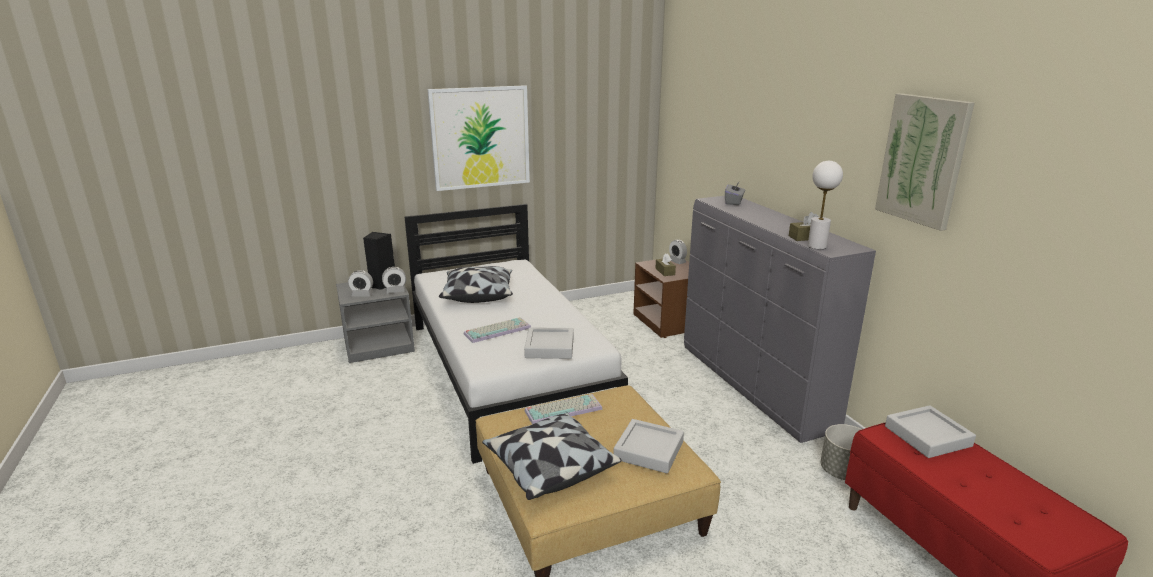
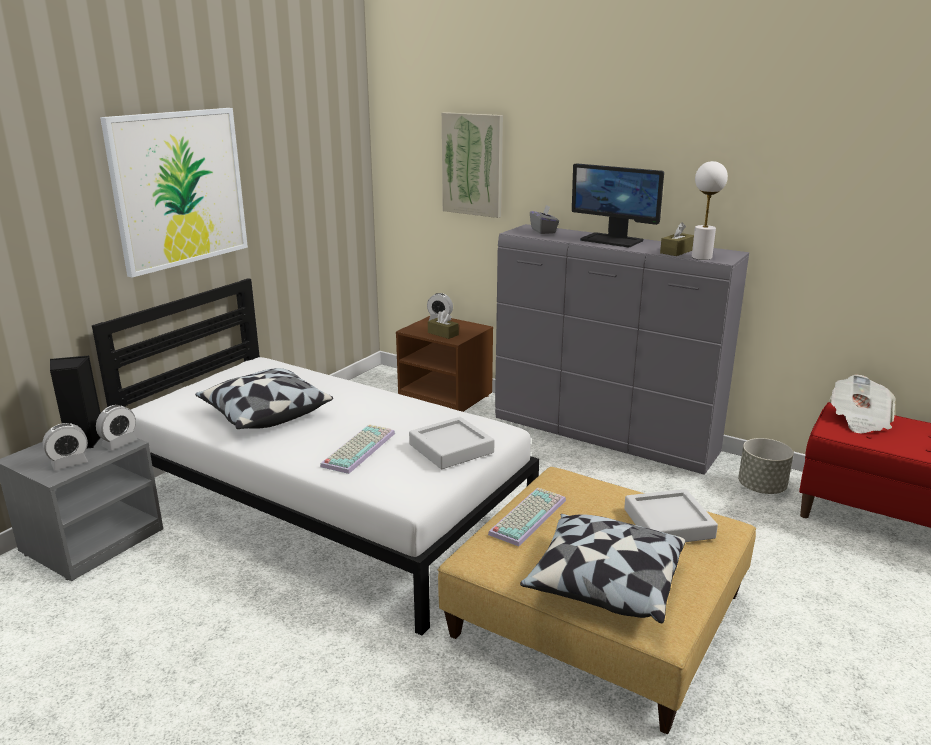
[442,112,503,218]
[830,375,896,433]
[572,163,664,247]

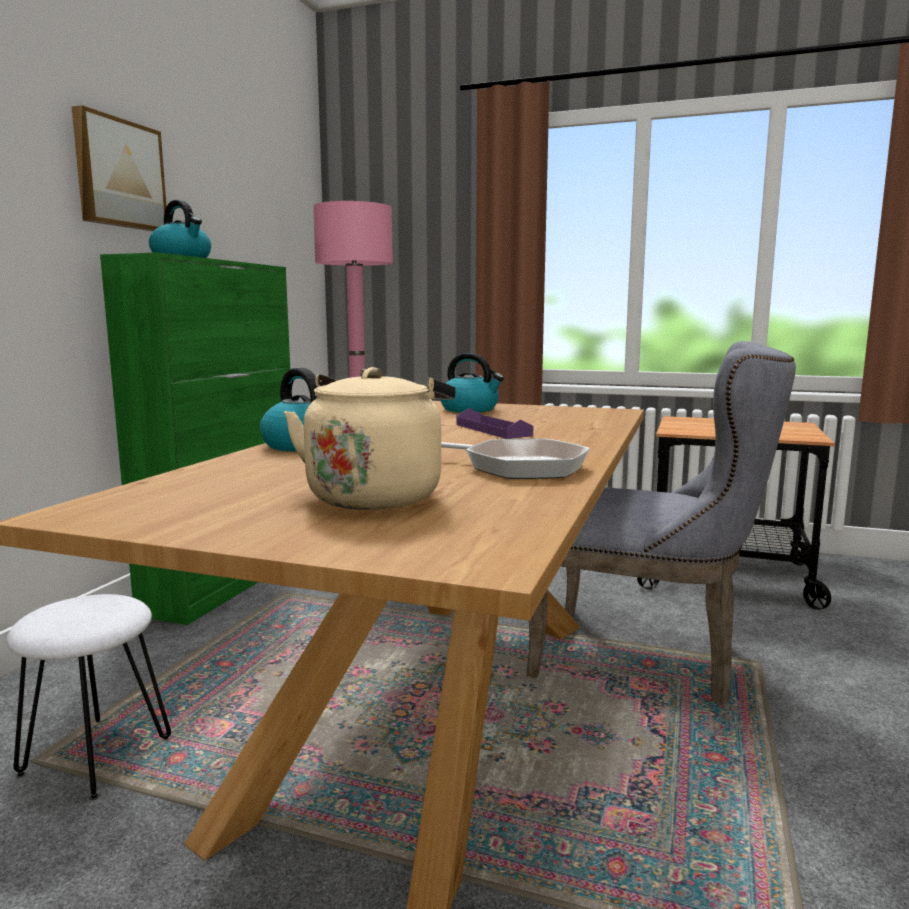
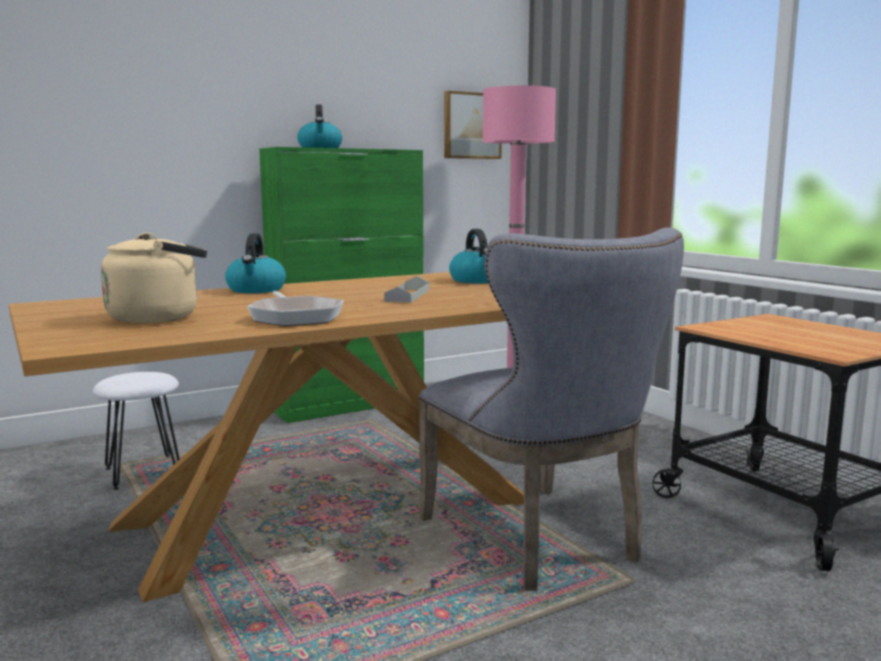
[444,91,502,159]
[384,276,429,303]

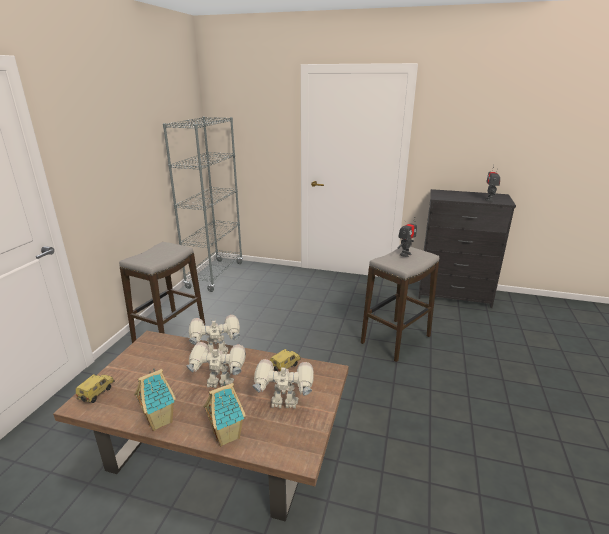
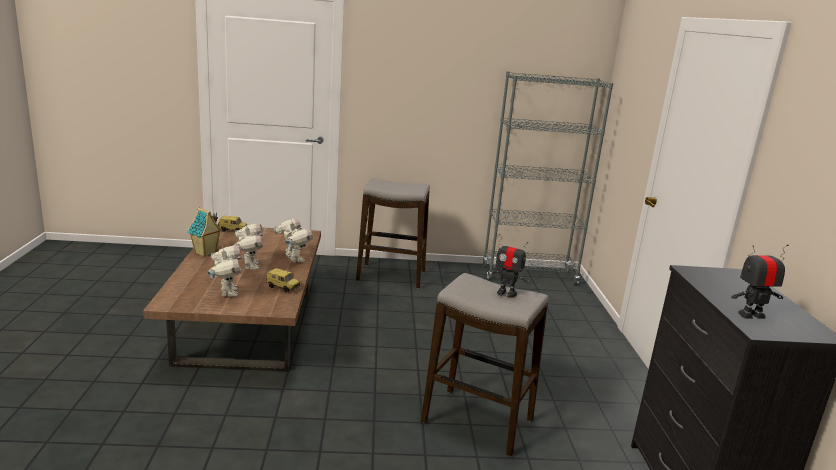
[203,381,246,447] (first image)

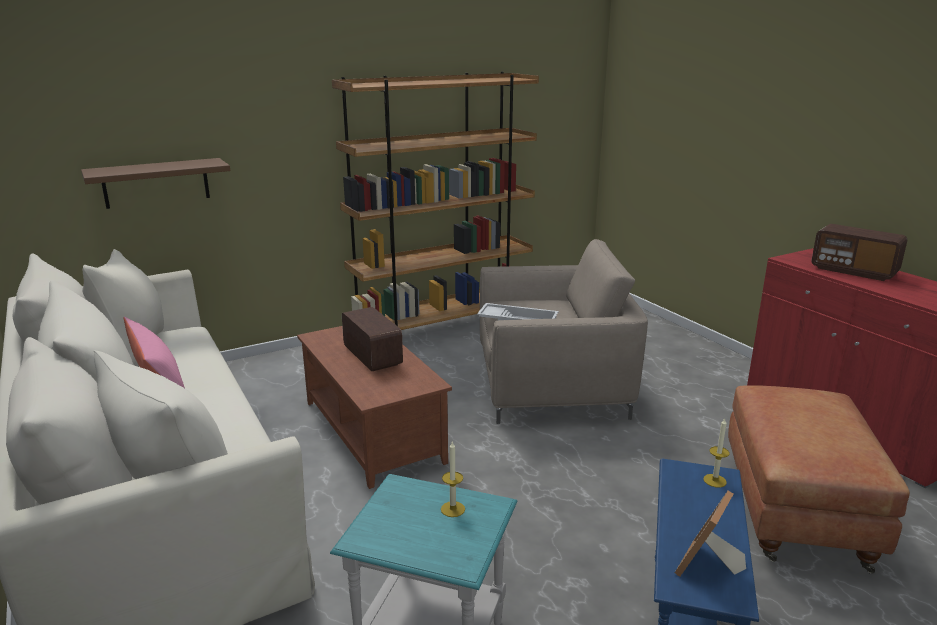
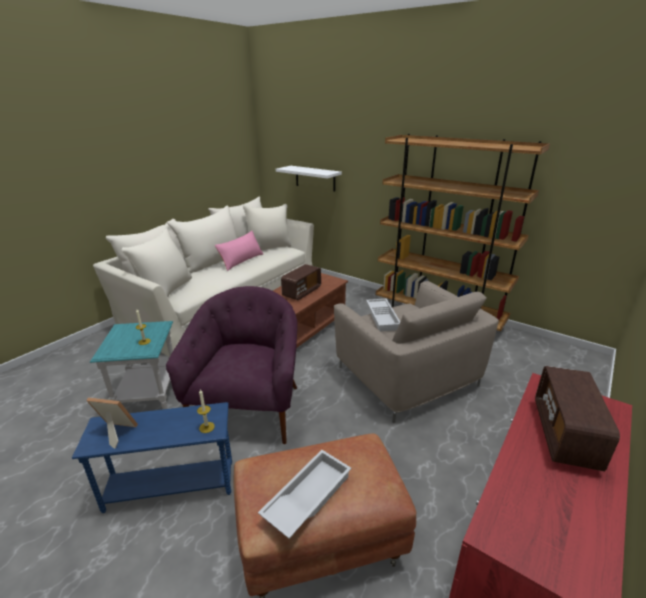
[276,166,342,192]
[166,286,298,444]
[258,450,352,539]

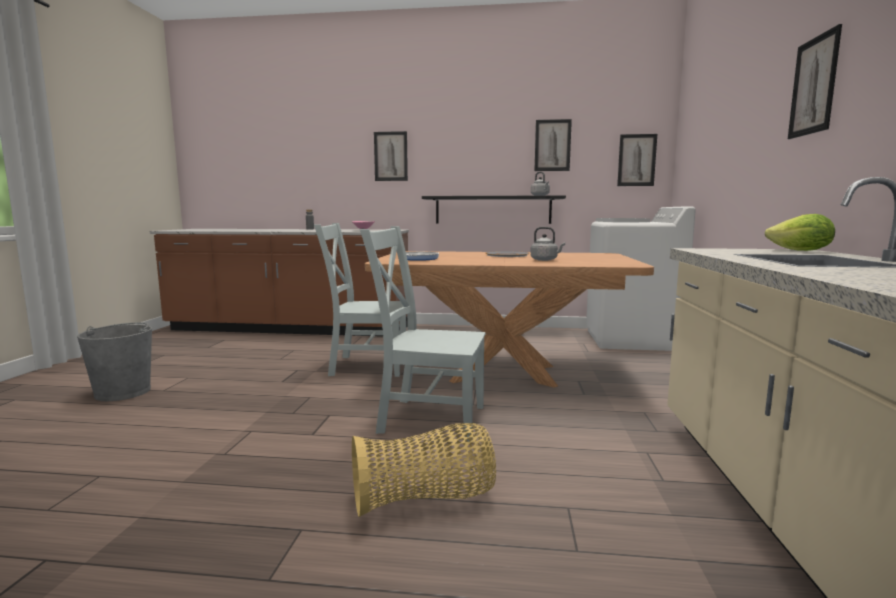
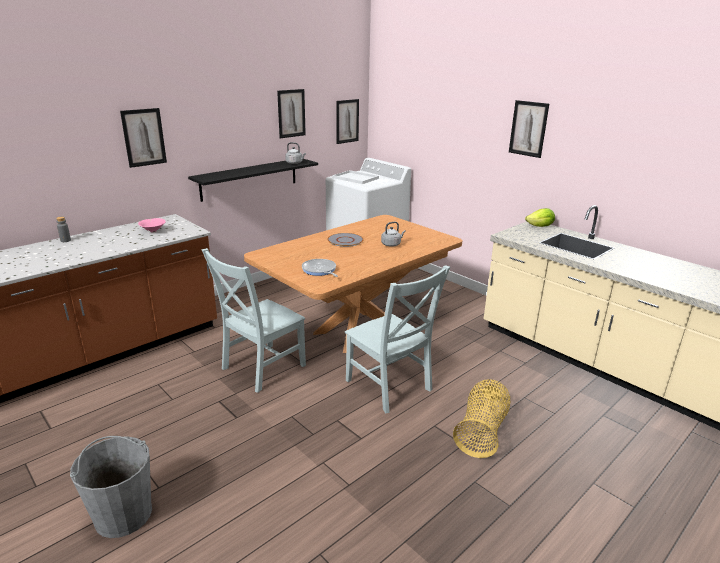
[345,265,450,413]

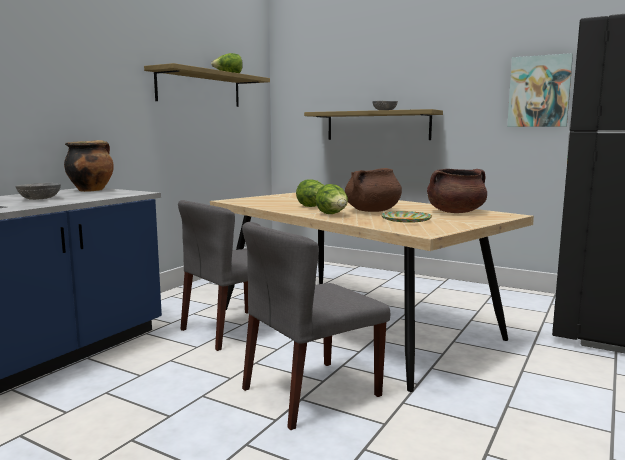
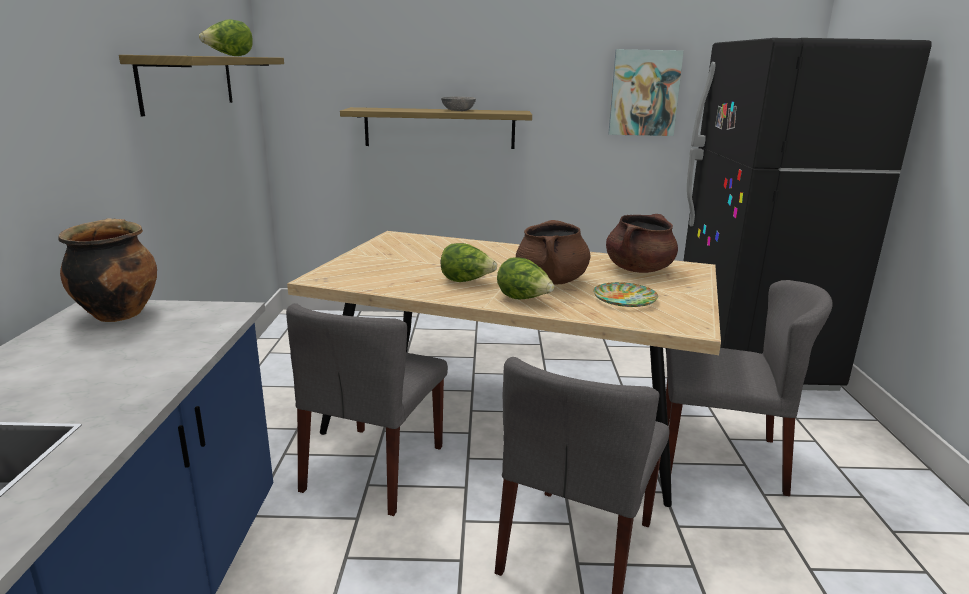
[16,183,61,200] (first image)
[666,280,833,496]

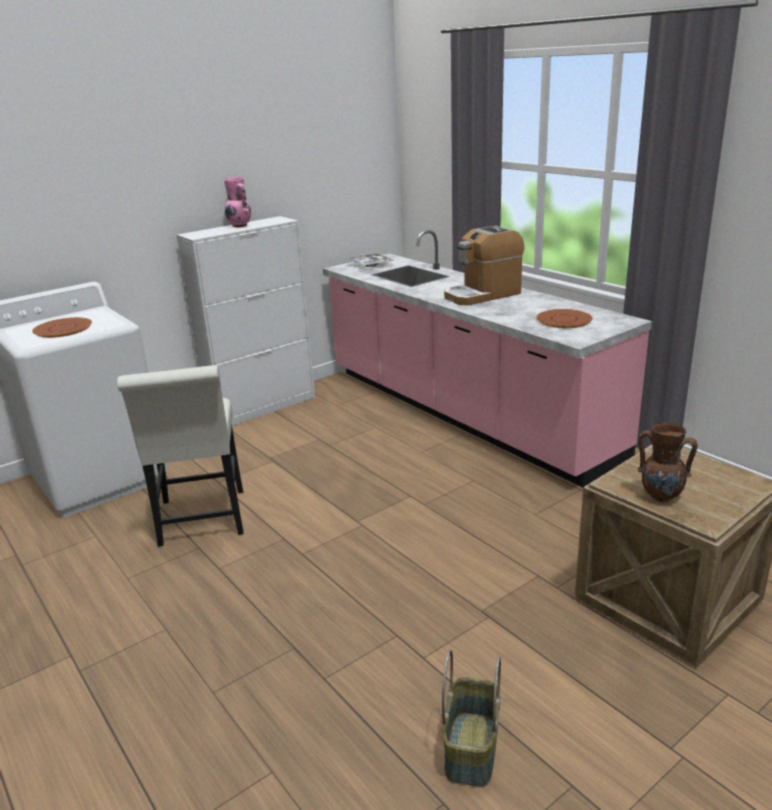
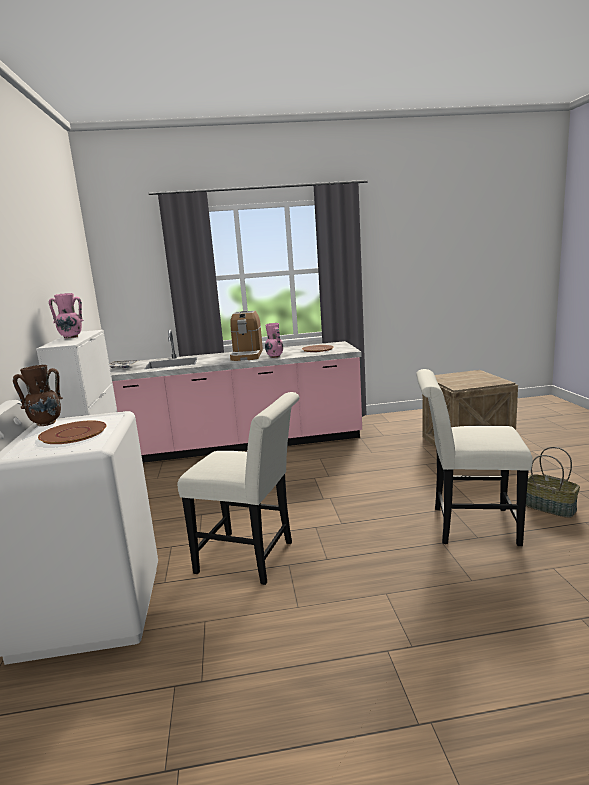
[13,365,63,426]
[265,323,283,358]
[416,369,533,546]

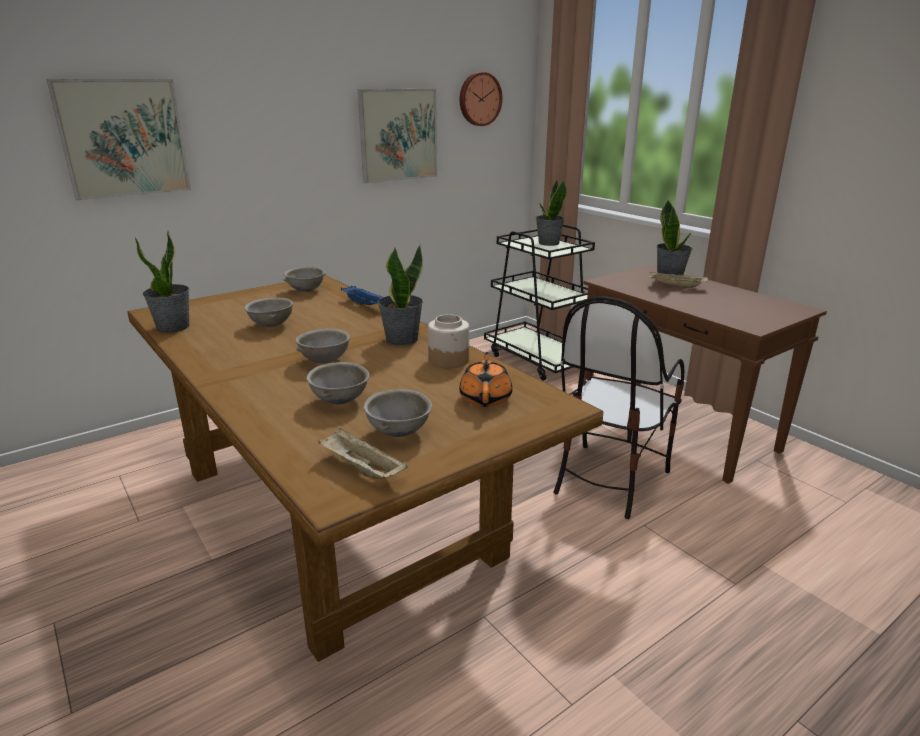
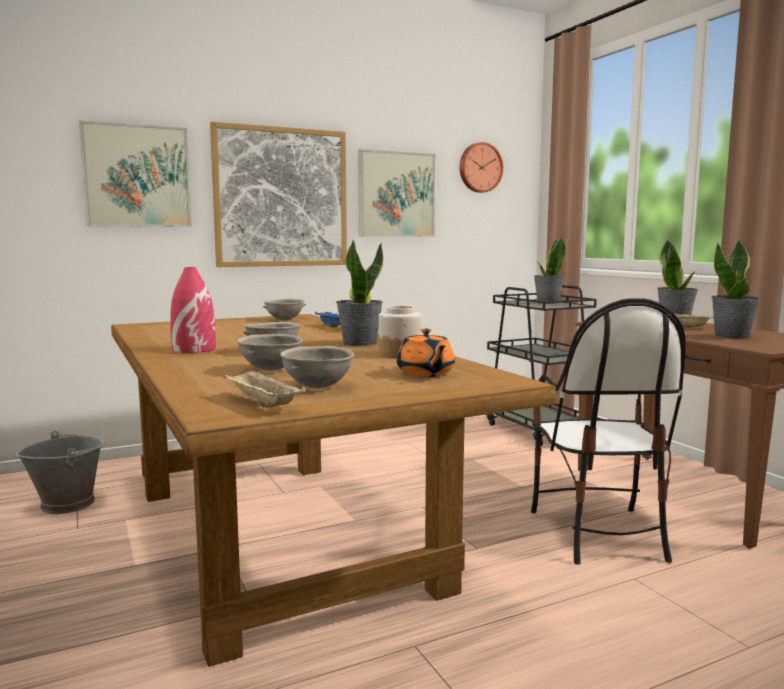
[711,239,760,339]
[244,298,293,327] (first image)
[397,328,455,377]
[531,298,686,564]
[16,431,105,514]
[170,267,216,353]
[210,122,347,267]

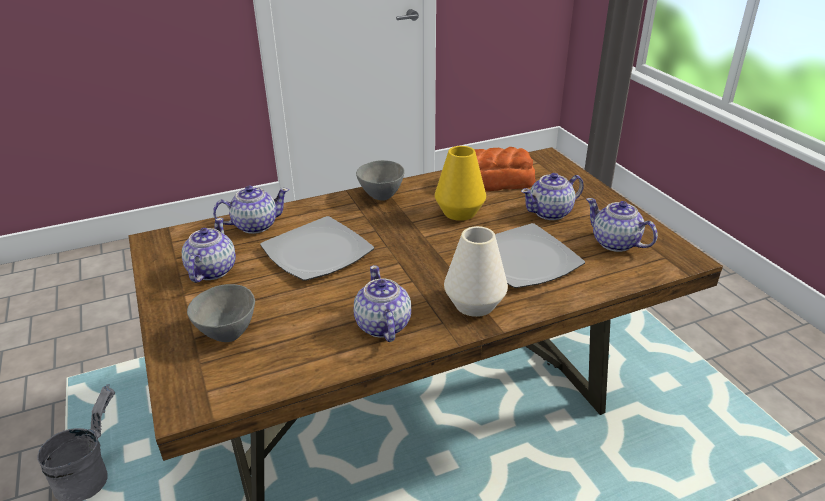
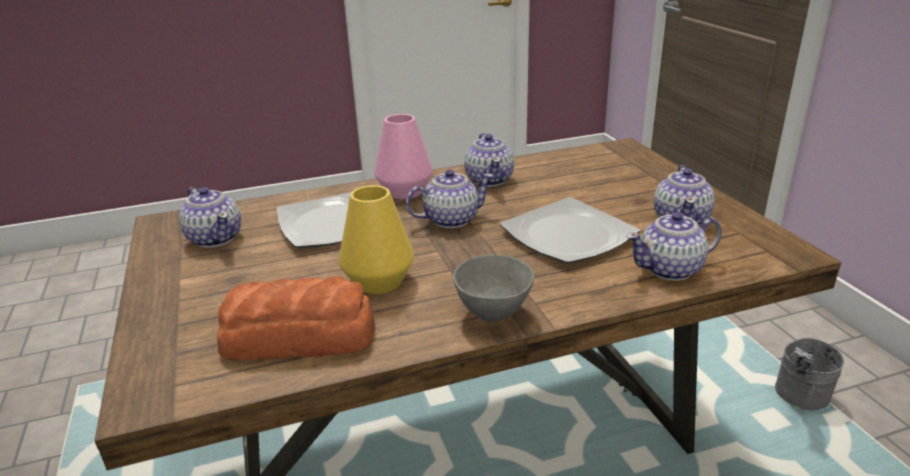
[187,284,255,342] (first image)
[374,114,433,199]
[406,169,493,228]

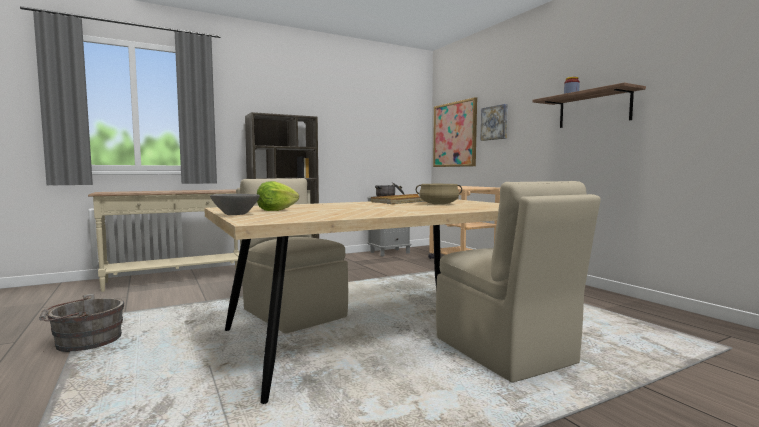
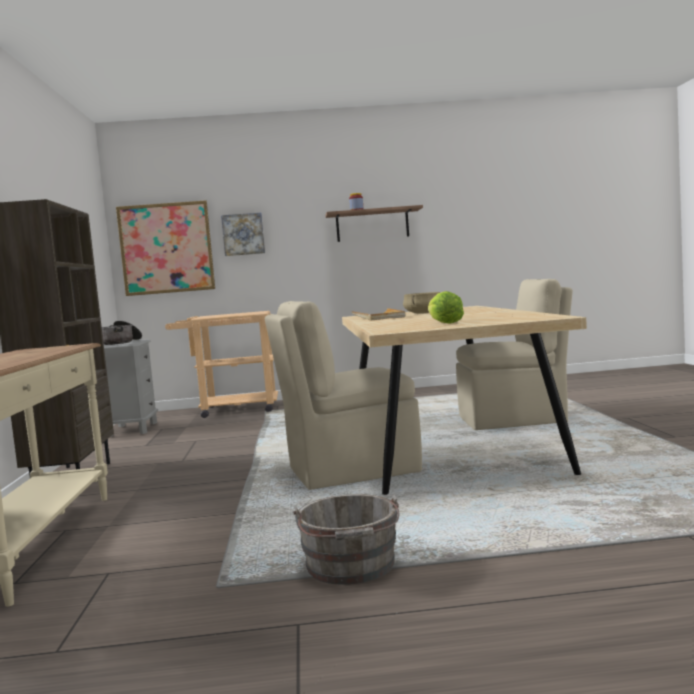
[210,194,260,215] (first image)

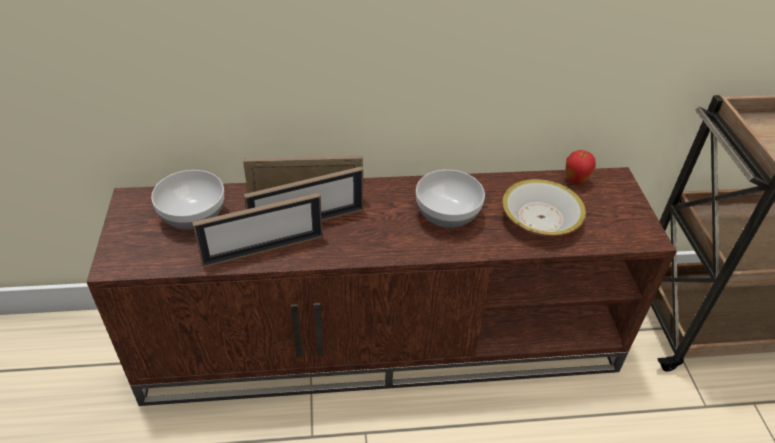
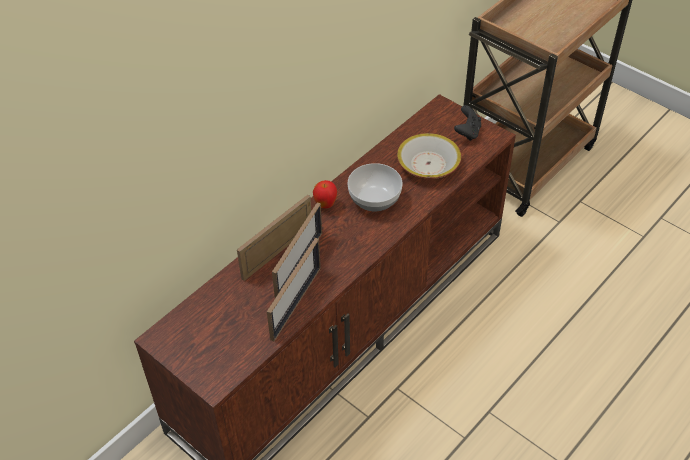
[151,170,224,229] (first image)
[313,180,337,208]
[454,105,481,141]

